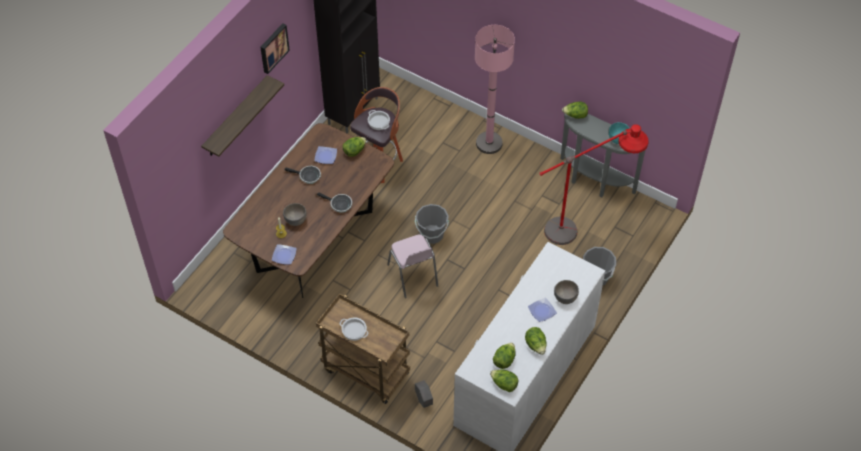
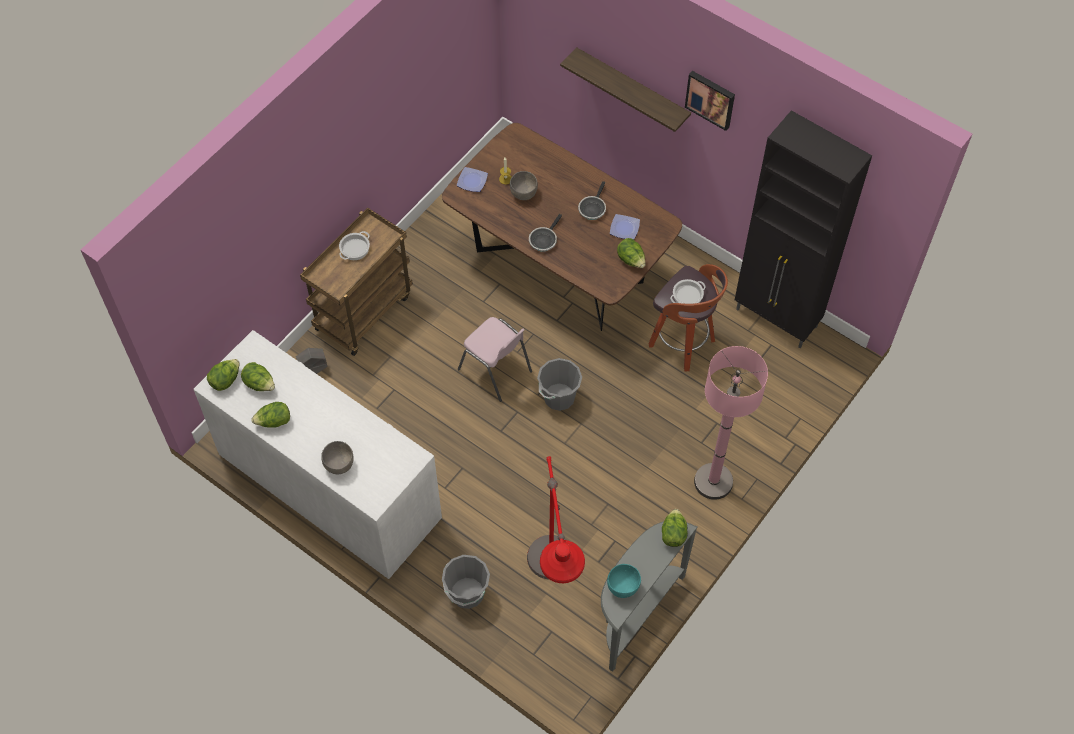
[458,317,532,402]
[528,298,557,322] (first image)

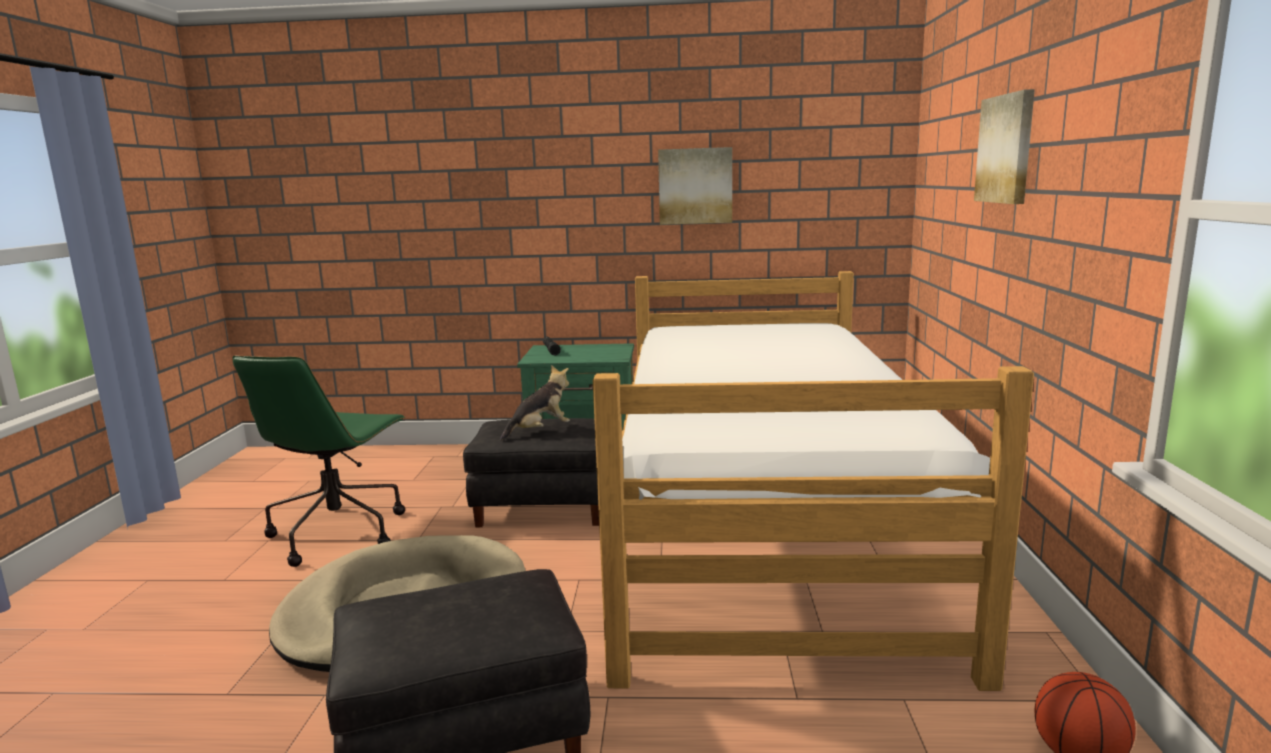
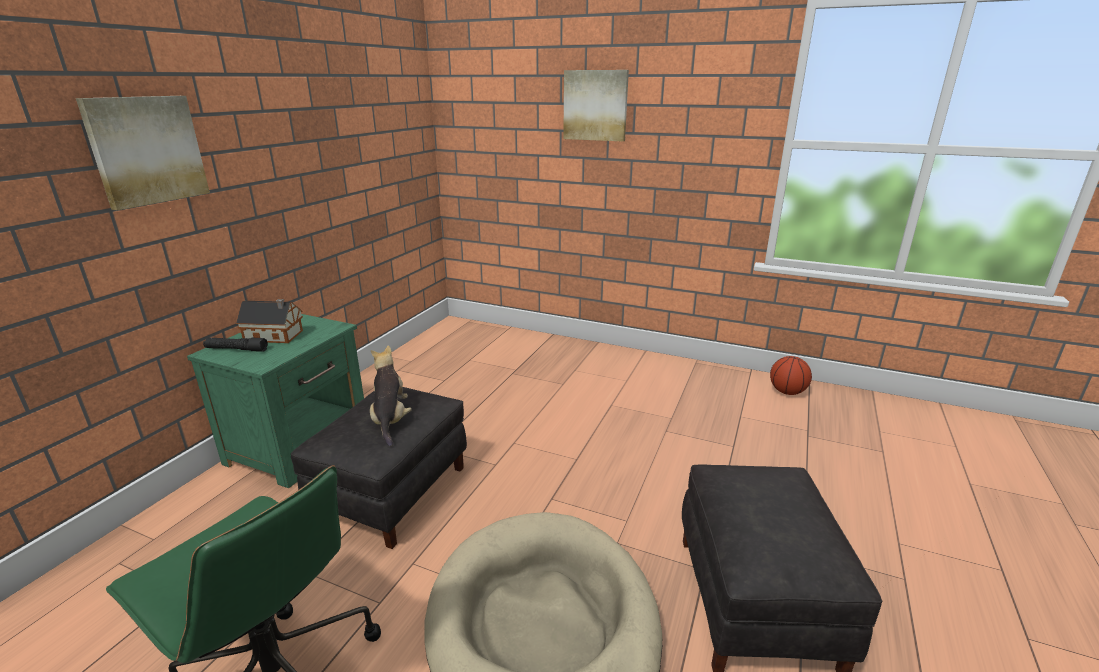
[593,271,1034,691] (first image)
[76,96,210,210]
[236,299,303,343]

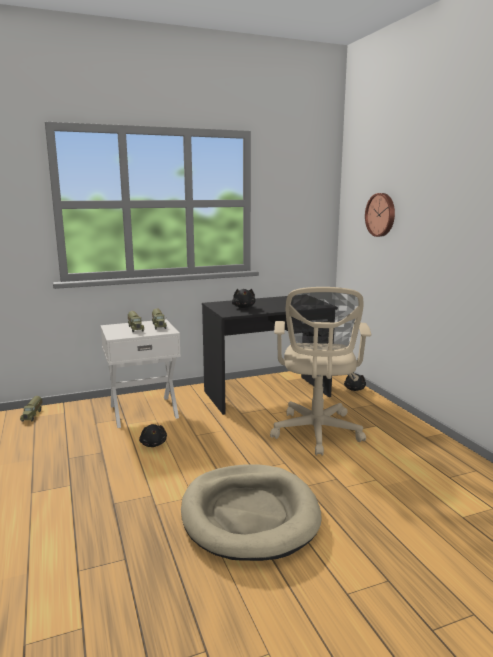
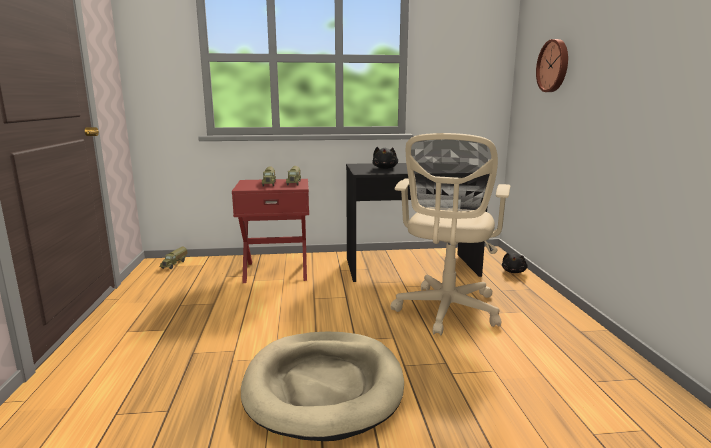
[232,179,309,283]
[139,424,167,447] (first image)

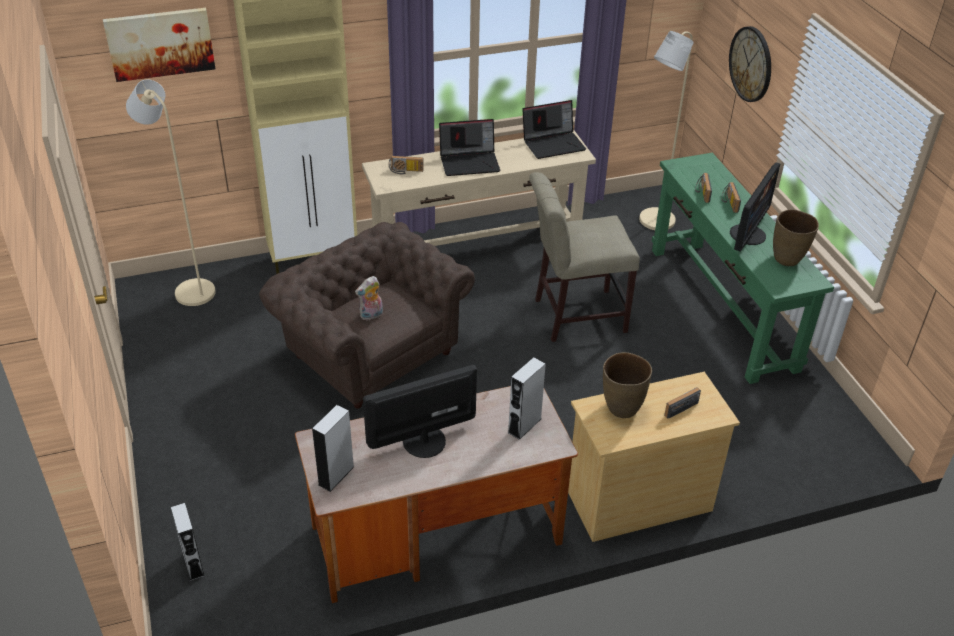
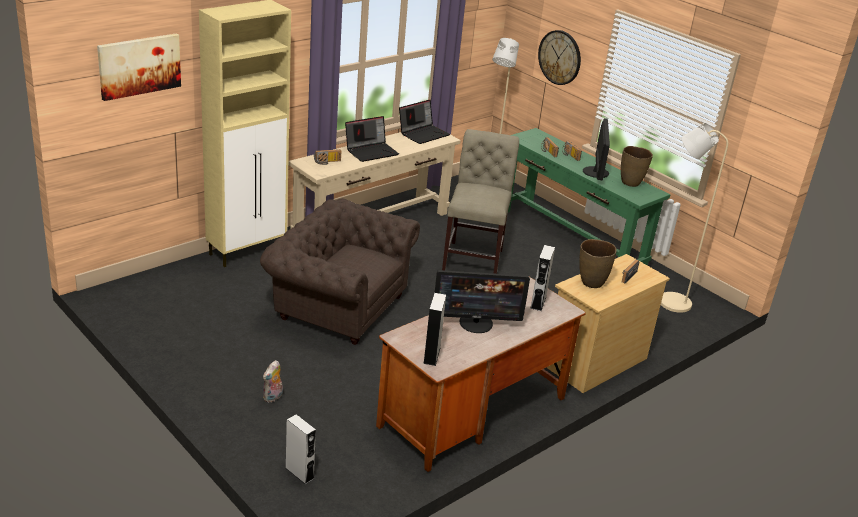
[661,123,728,313]
[263,360,283,402]
[435,270,530,333]
[442,129,519,274]

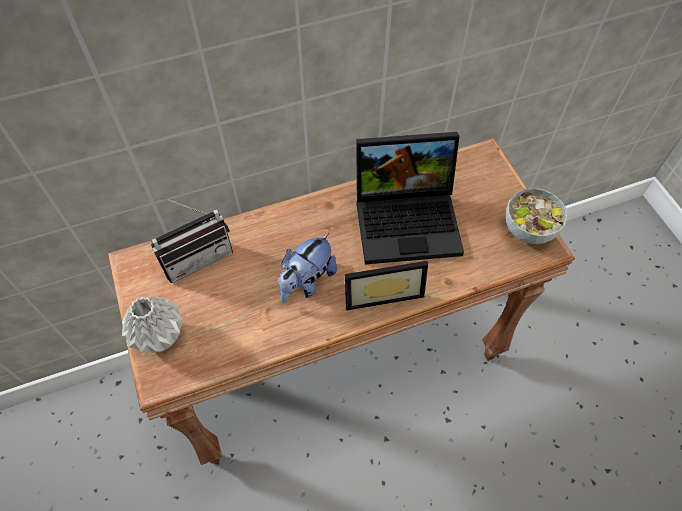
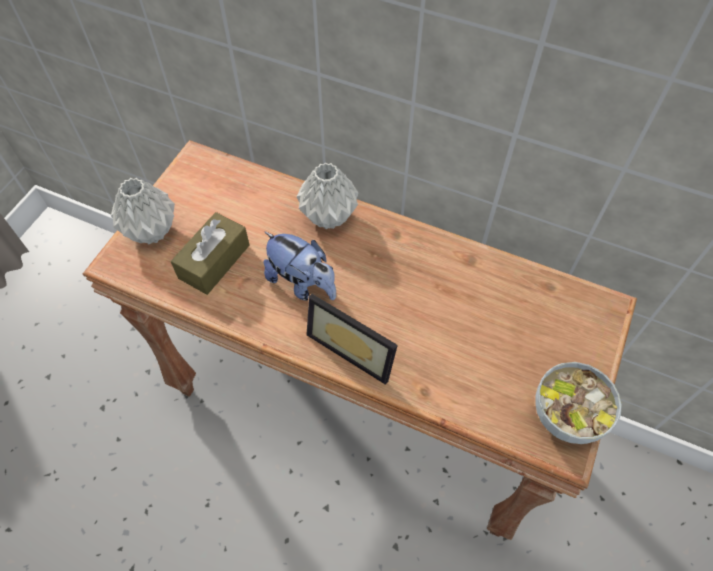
[151,197,233,283] (first image)
[263,231,336,301]
[356,132,464,264] (first image)
[171,212,250,295]
[297,162,359,229]

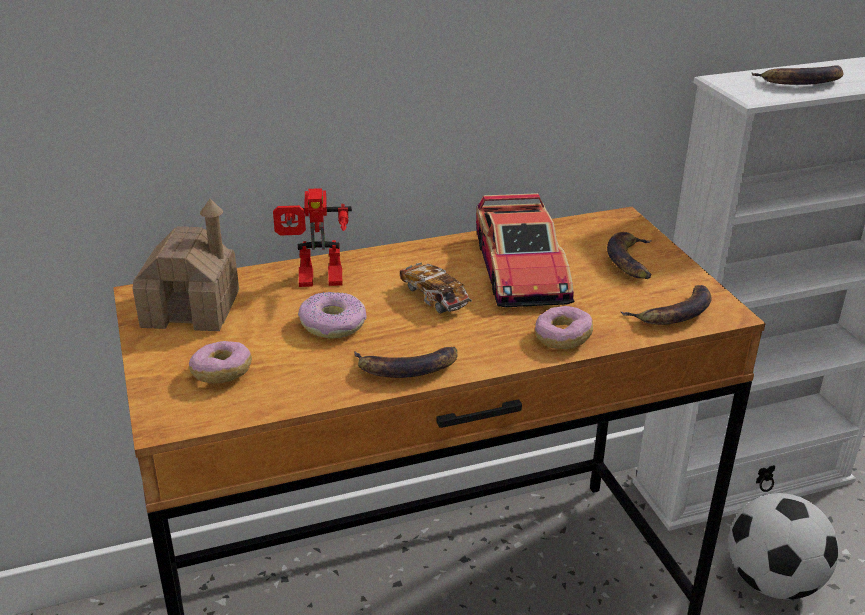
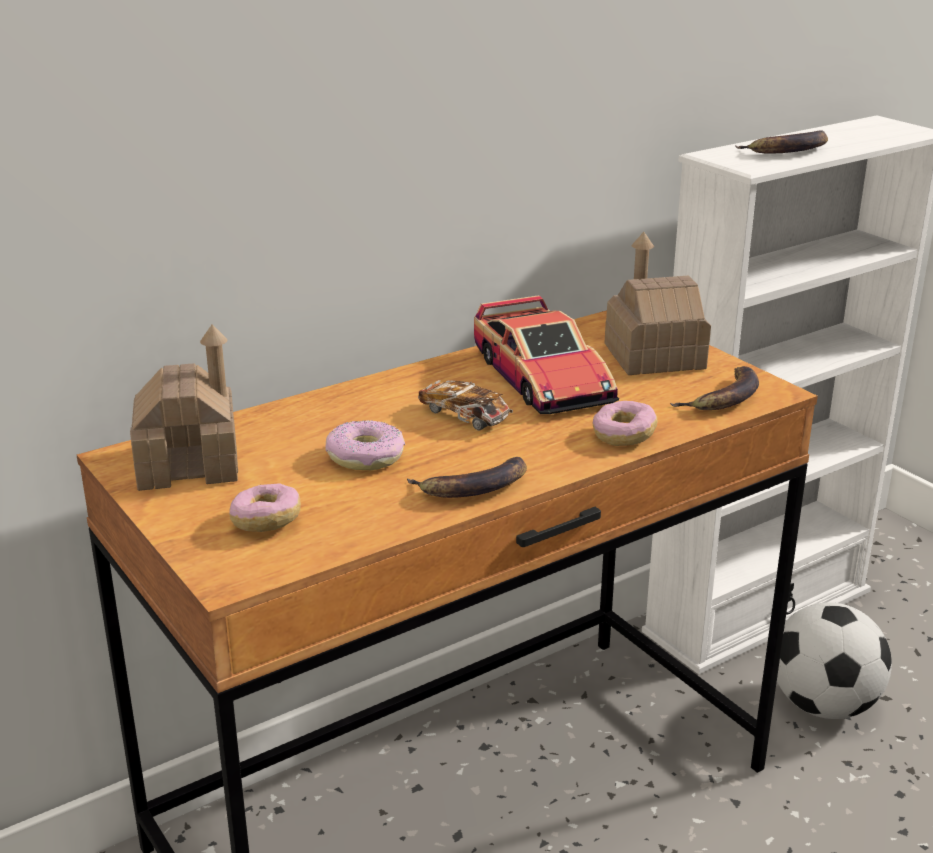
[273,188,352,287] (first image)
[605,232,711,375]

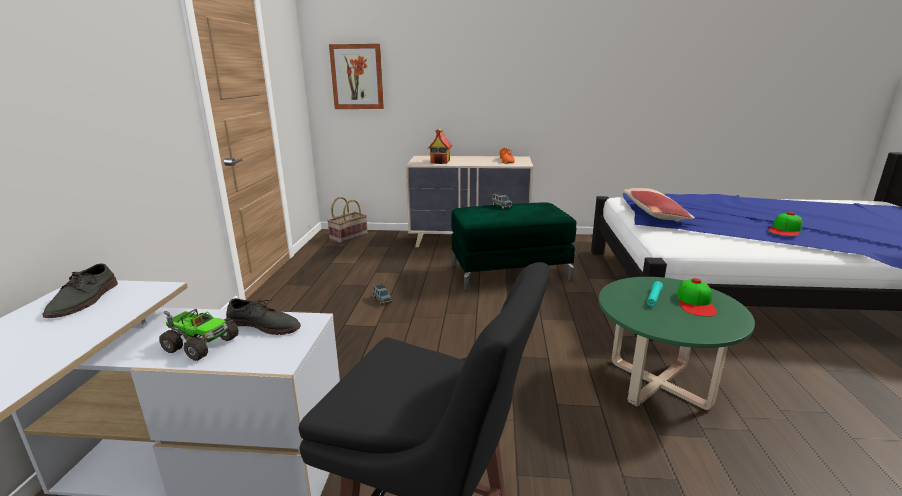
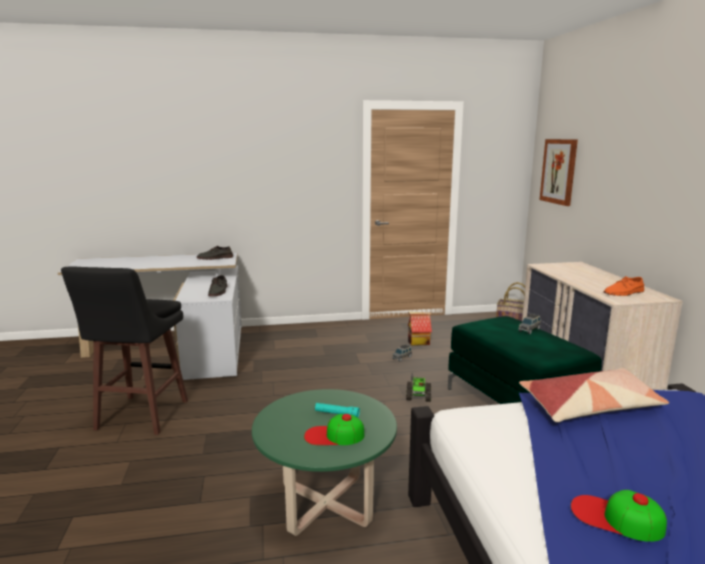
[406,372,431,402]
[408,311,432,346]

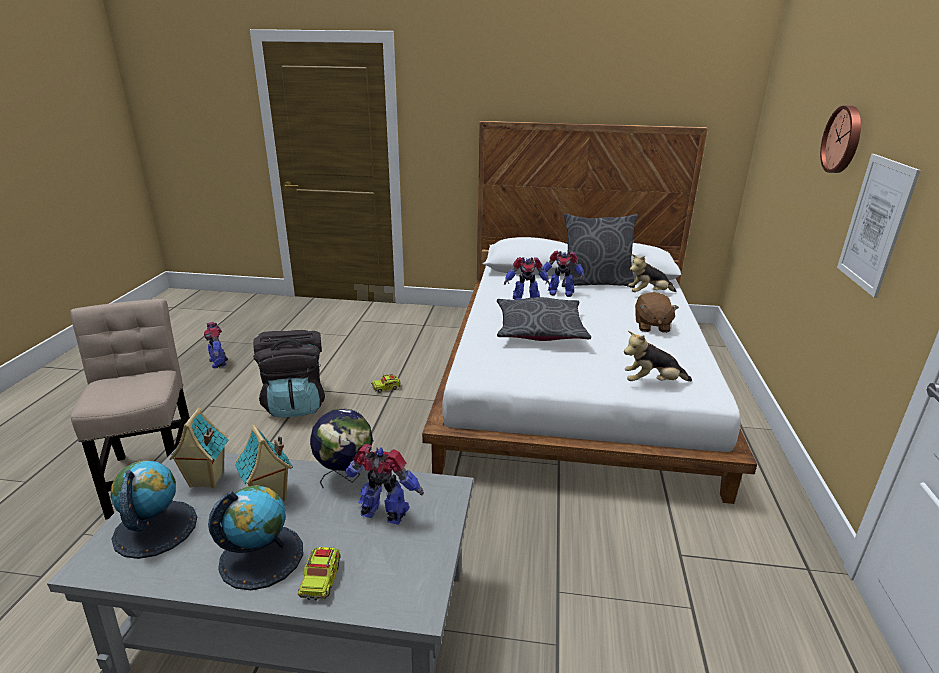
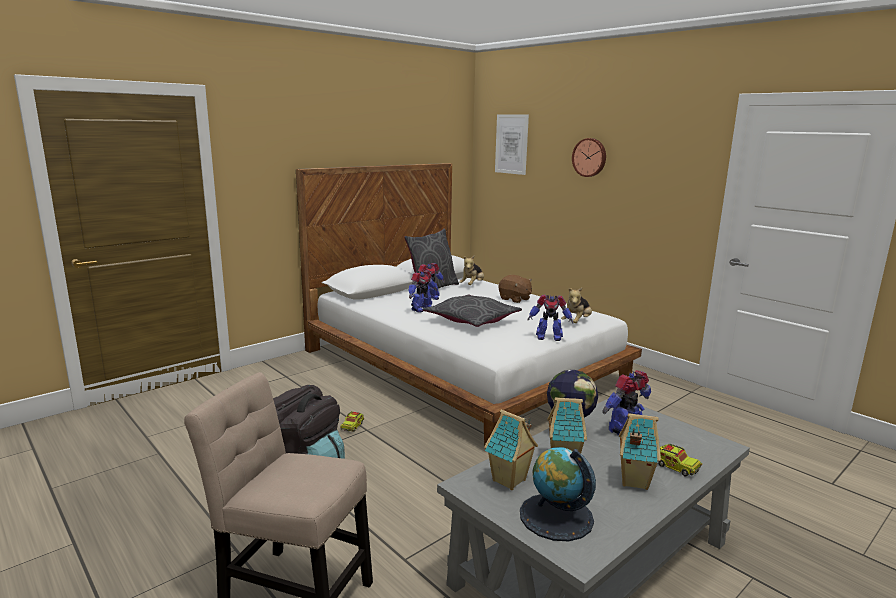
[528,295,573,341]
[619,413,661,490]
[495,115,529,175]

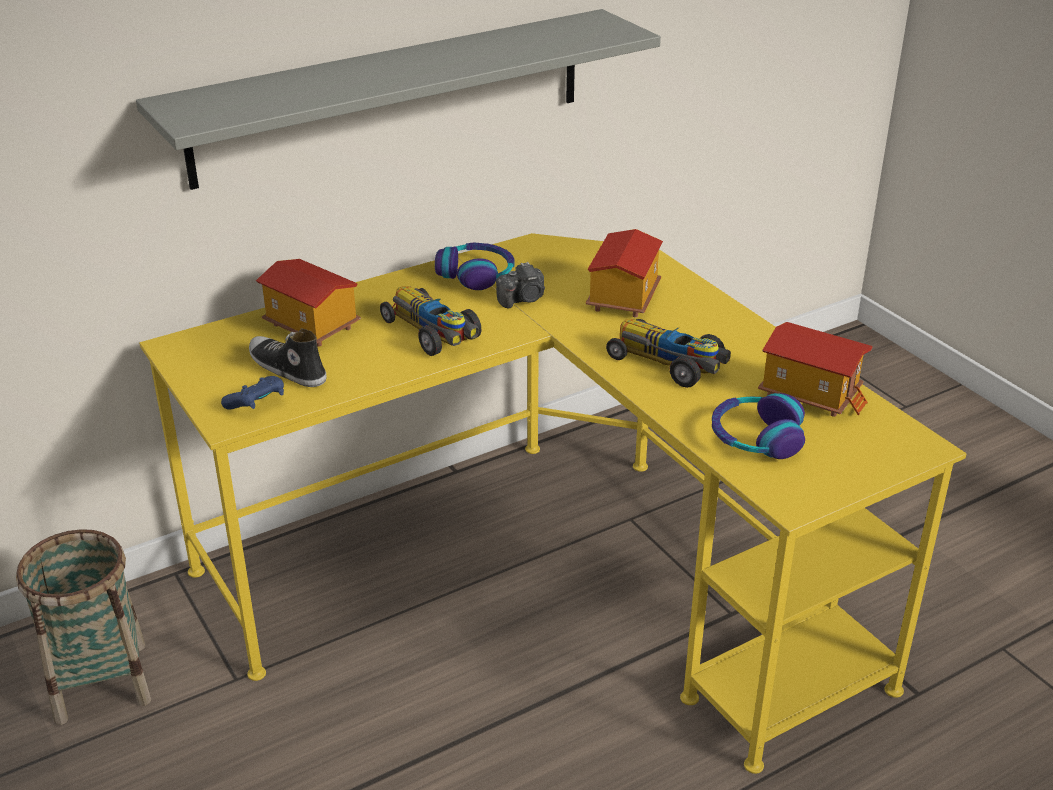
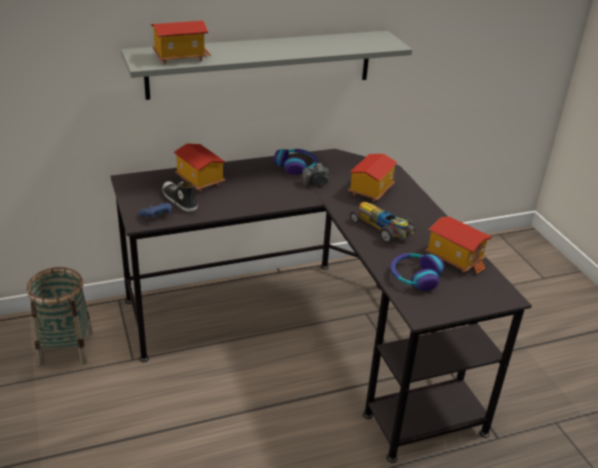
[110,149,532,463]
[380,286,482,356] (first image)
[151,21,211,64]

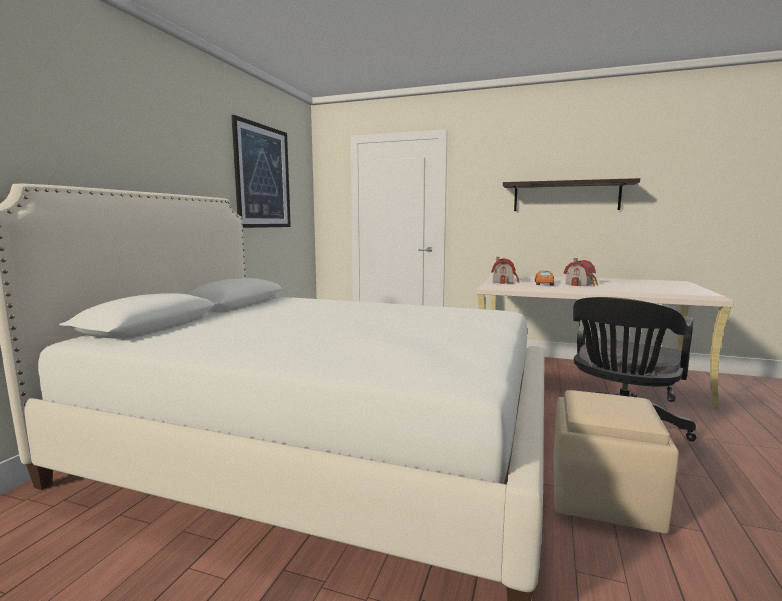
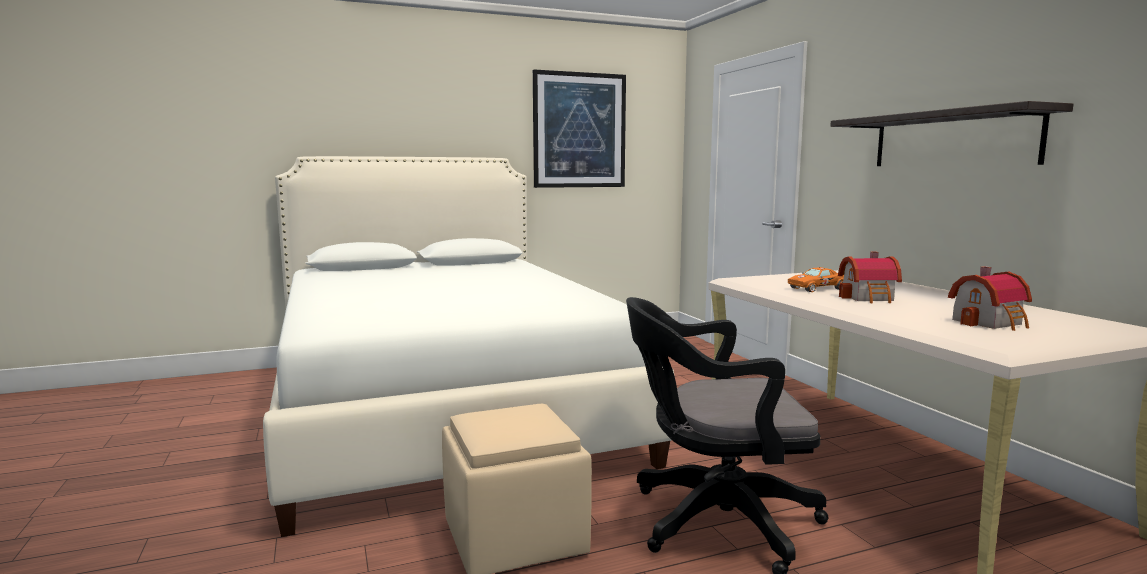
[948,266,1032,331]

